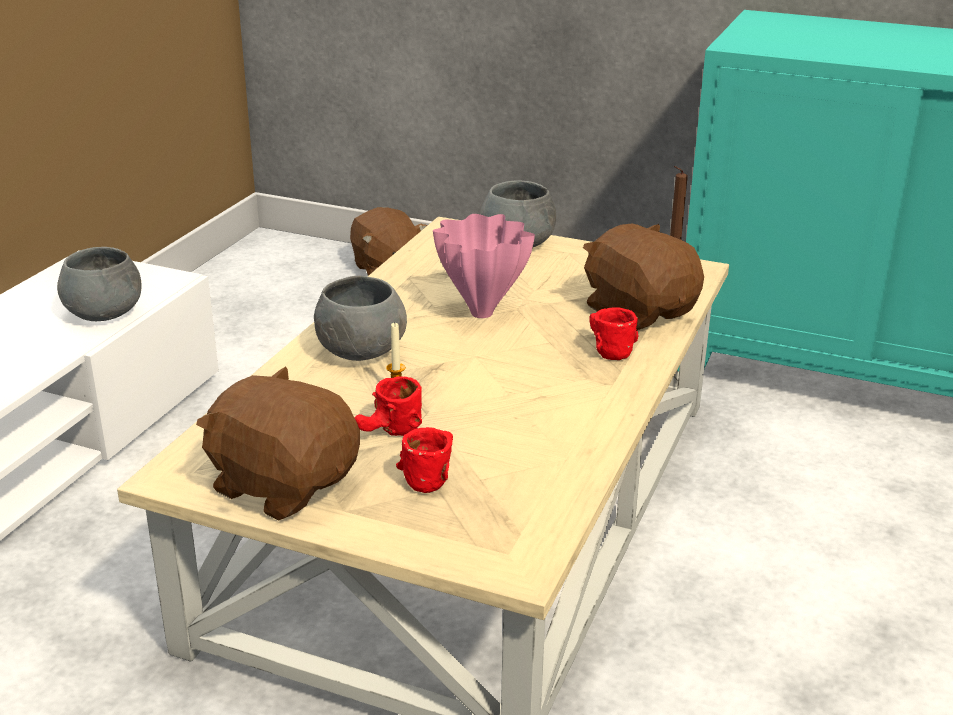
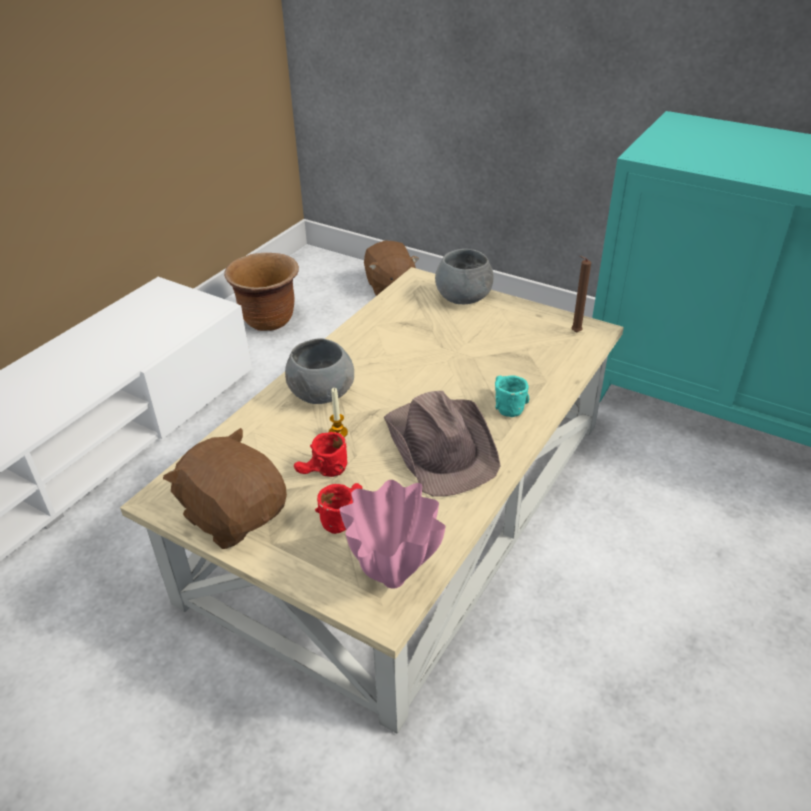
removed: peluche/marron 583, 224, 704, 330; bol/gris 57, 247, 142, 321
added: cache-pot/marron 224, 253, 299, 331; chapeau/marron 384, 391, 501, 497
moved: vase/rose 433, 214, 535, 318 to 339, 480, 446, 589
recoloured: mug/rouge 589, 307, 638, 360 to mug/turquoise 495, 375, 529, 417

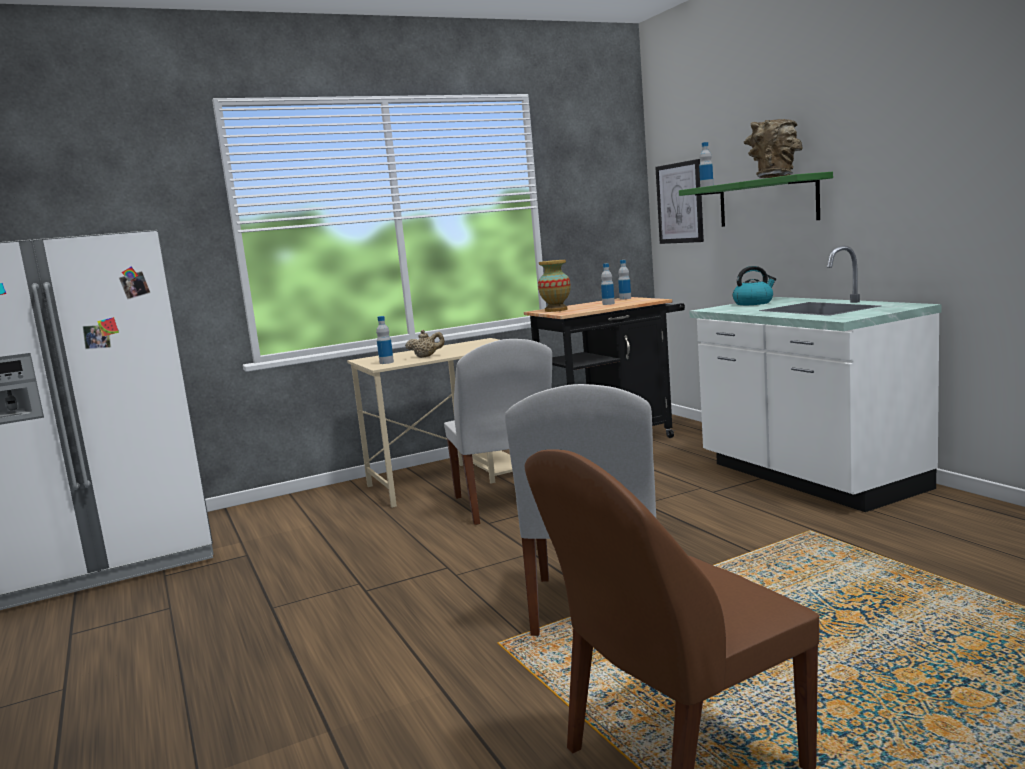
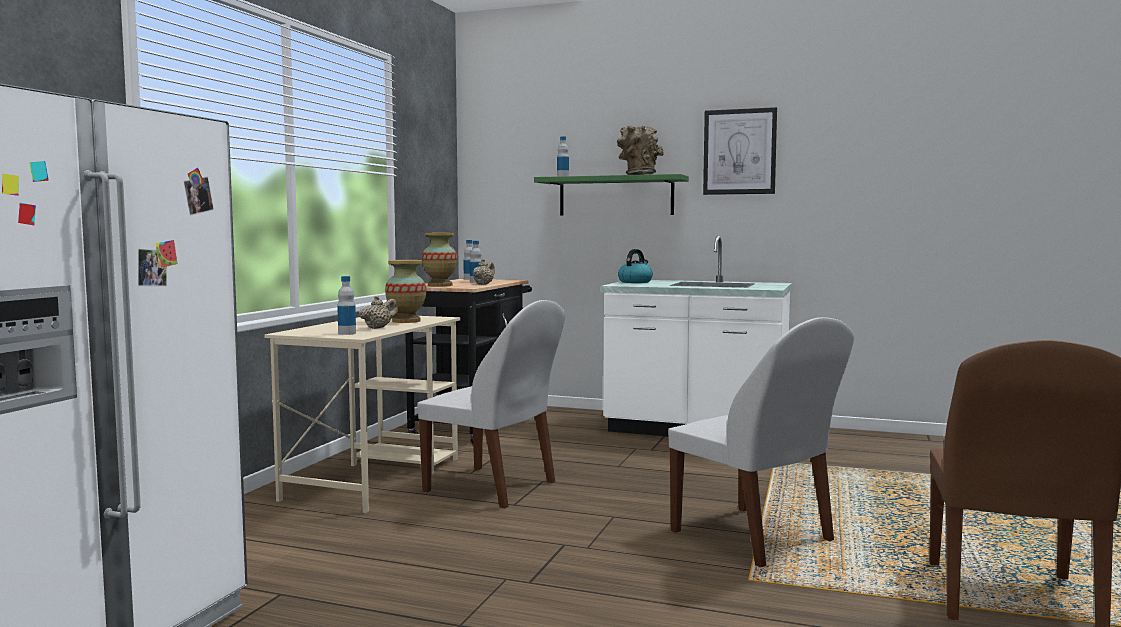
added: théière/beige 473, 259, 495, 285; vase 385, 260, 426, 323
moved: tableau 655, 159, 704, 244 to 703, 107, 777, 195

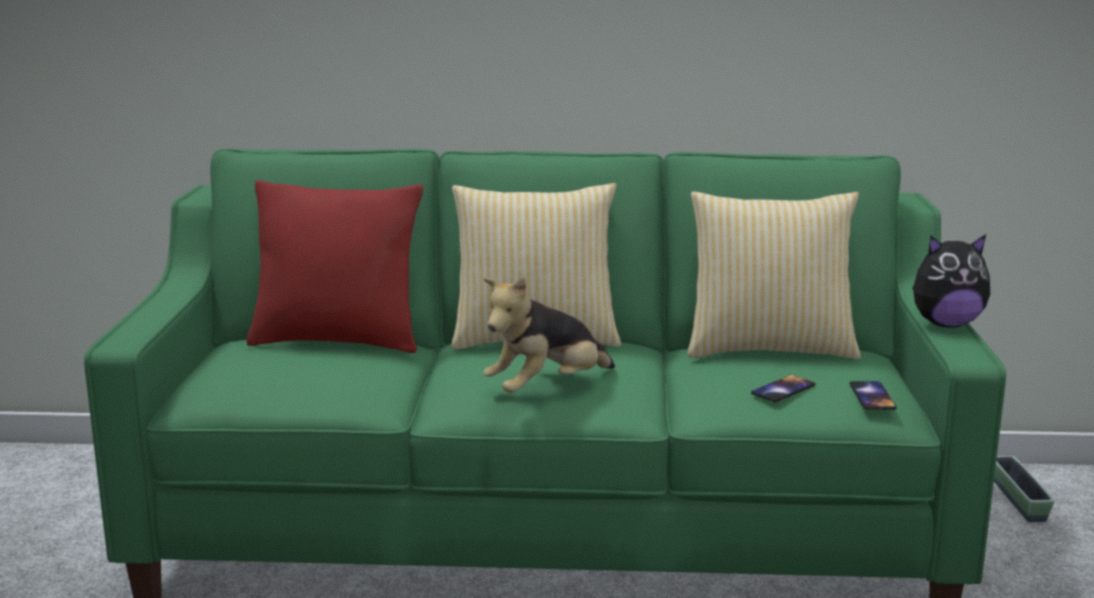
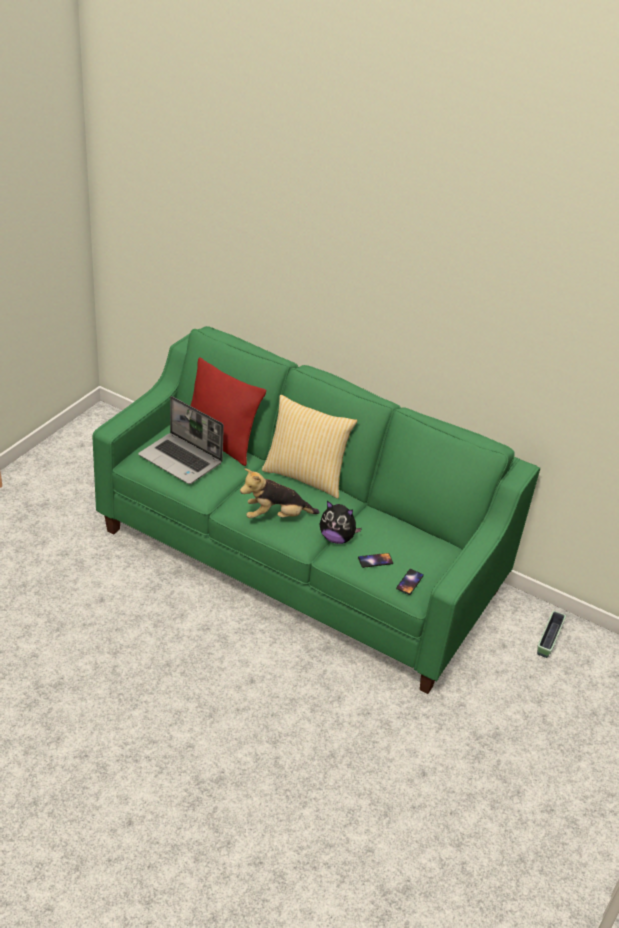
removed: coussin 688, 192, 861, 359
added: ordinateur portable 138, 396, 224, 484
moved: peluche 912, 235, 990, 328 to 320, 501, 362, 544

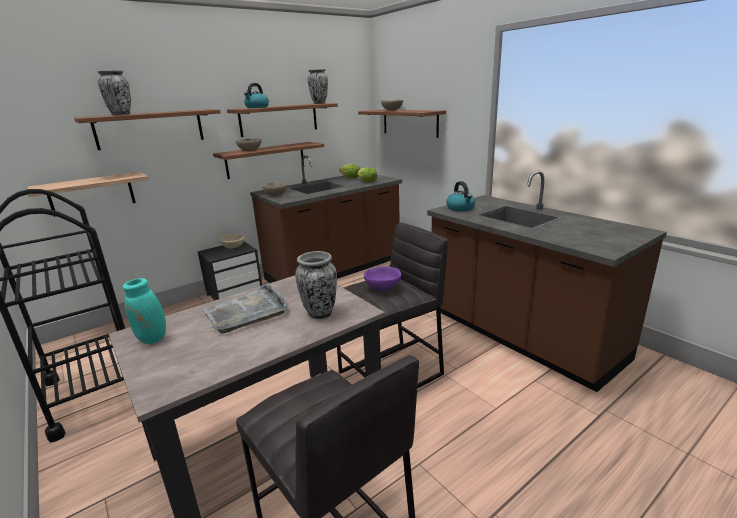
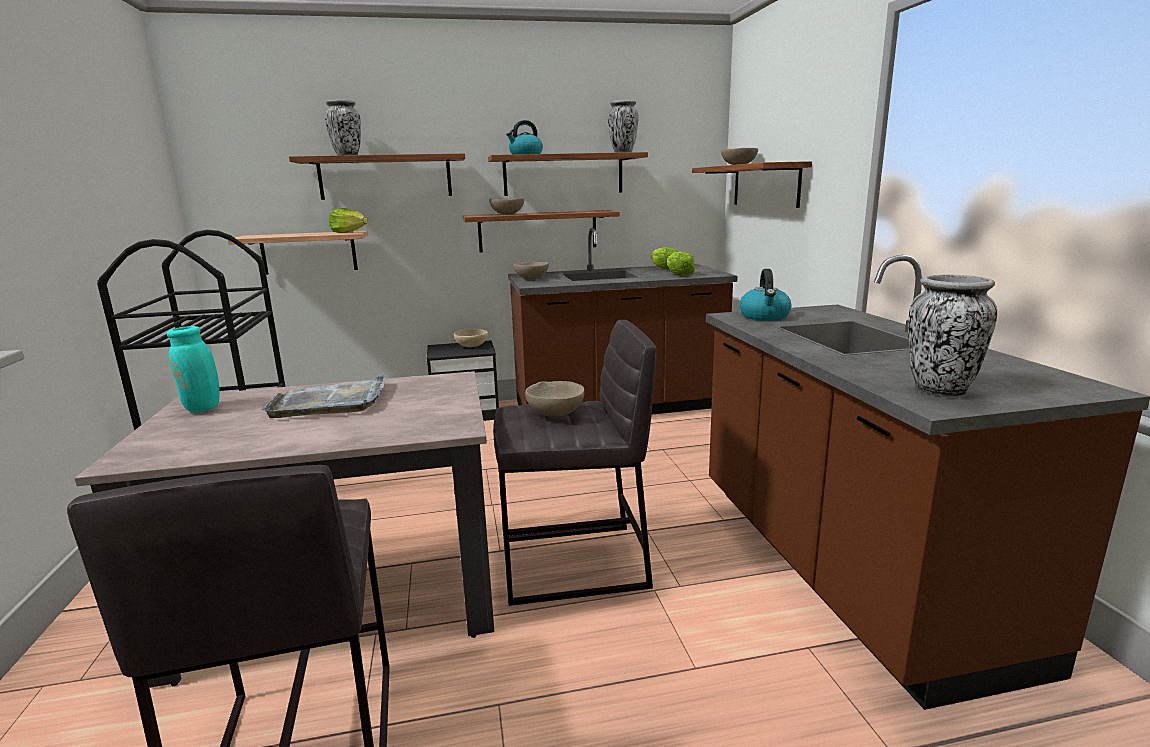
added: laitue 329, 208, 368, 233
moved: vase 295, 251, 337, 319 to 908, 275, 997, 397
recoloured: bol/violet 364, 266, 401, 291 to bol/beige 525, 381, 585, 417

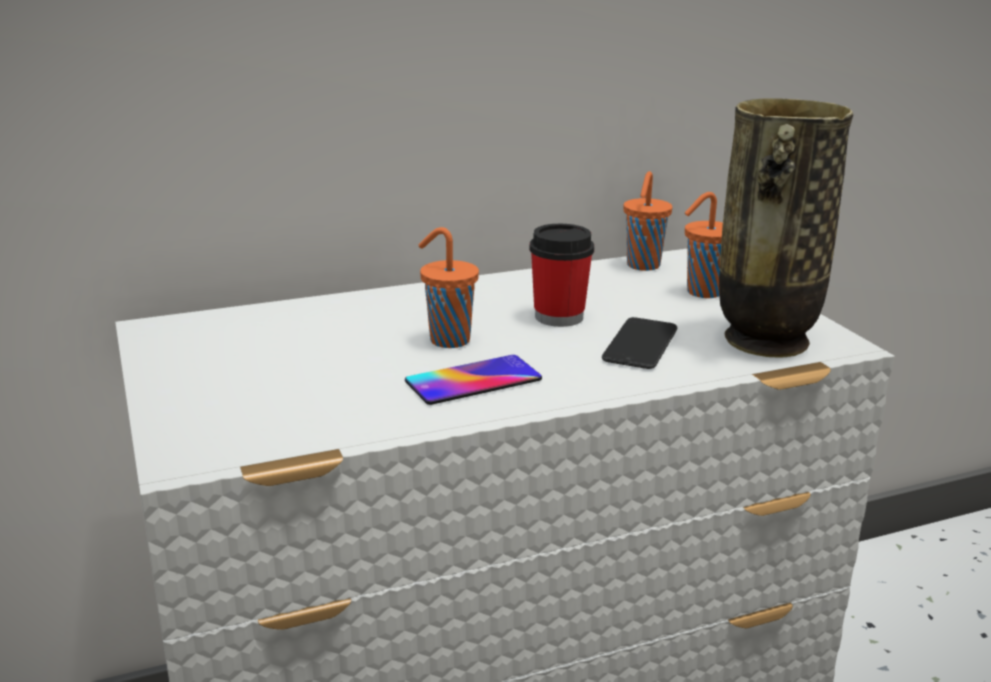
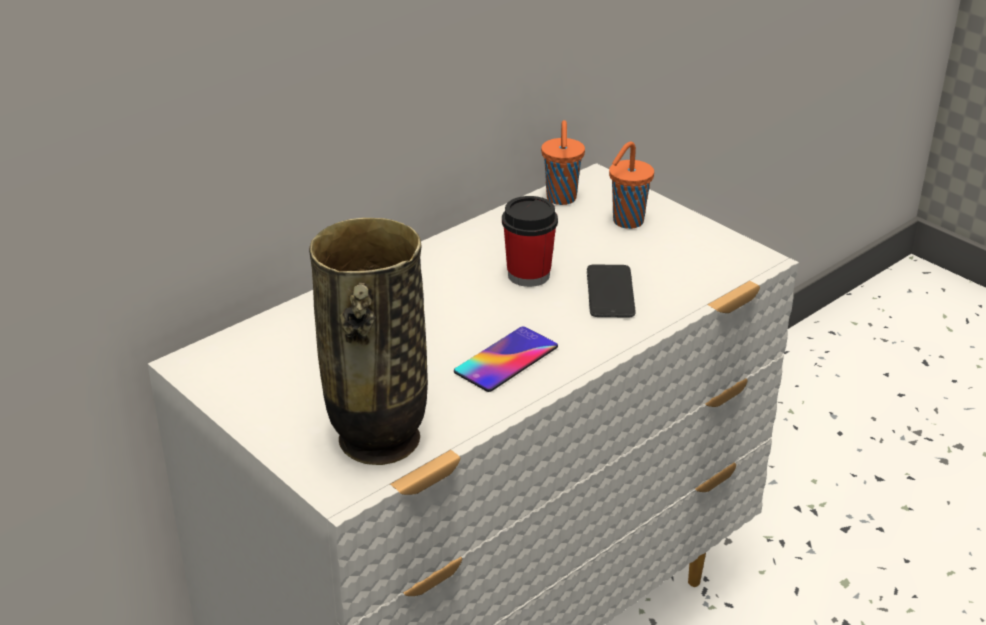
removed: tasse/orange 419, 227, 479, 348
moved: vase 719, 98, 853, 358 to 309, 218, 428, 465

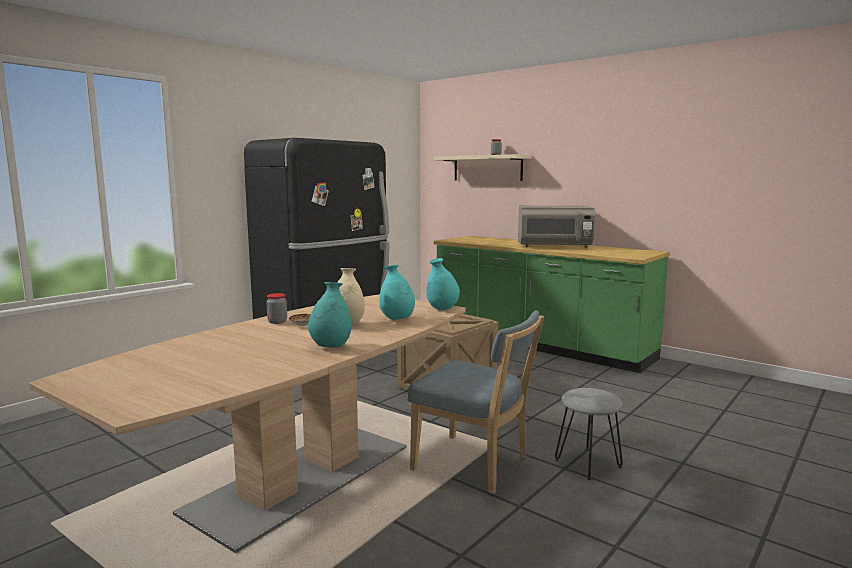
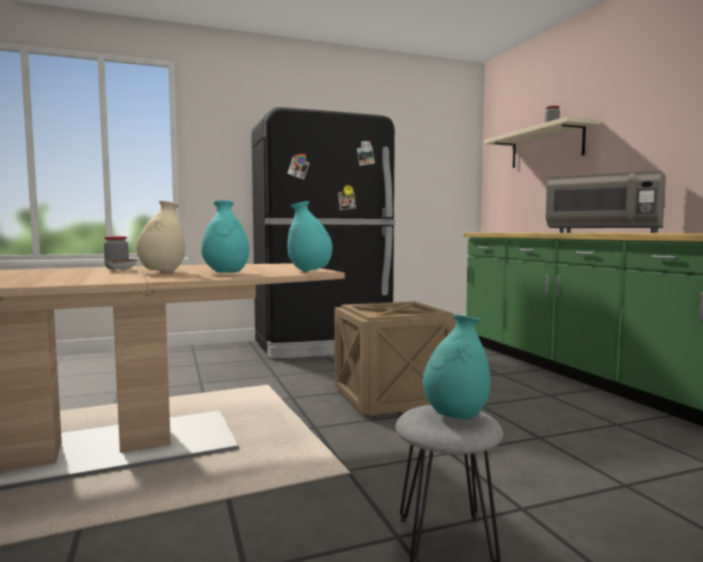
removed: chaise/bleu 408, 310, 544, 494
moved: vase/turquoise 308, 282, 351, 348 to 422, 314, 490, 419

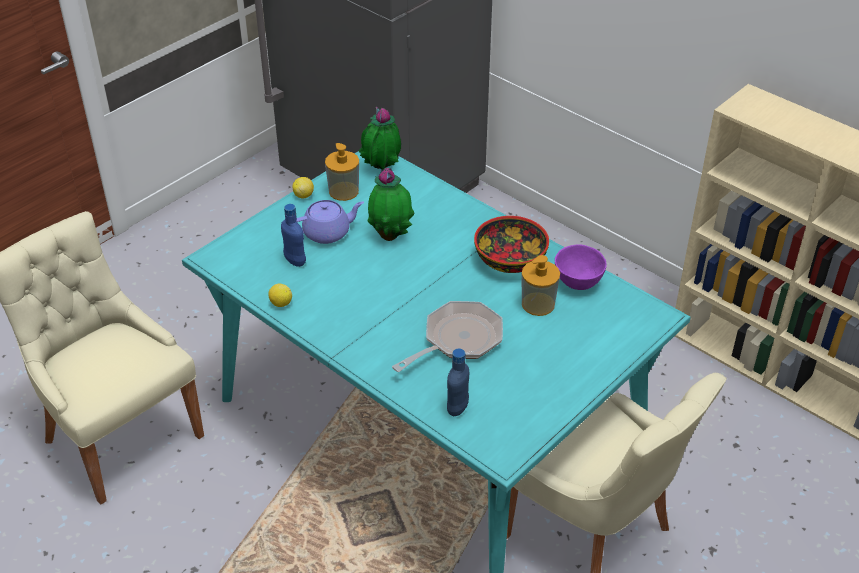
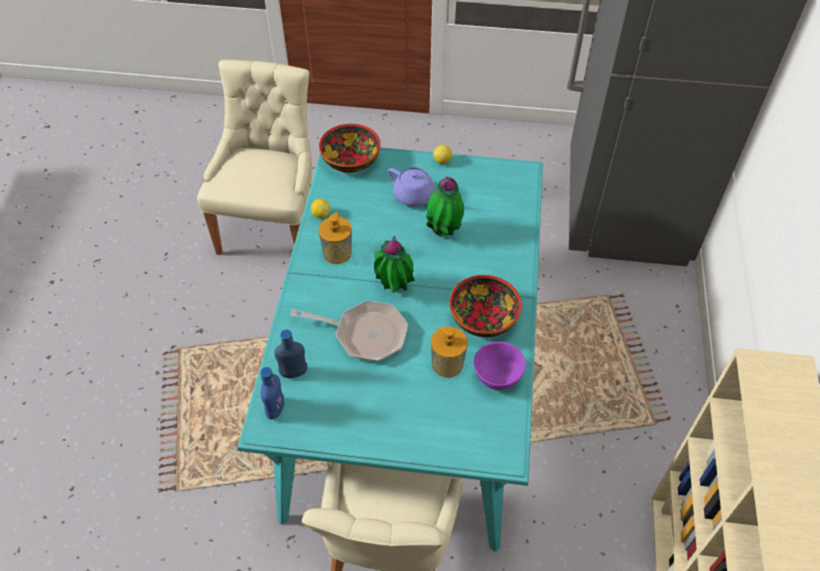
added: bol 319, 124, 381, 173
moved: plante en pot 358, 107, 401, 170 to 374, 235, 415, 293; distributeur de savon 325, 143, 359, 201 to 318, 212, 352, 264; bouteille/bleu 281, 204, 306, 267 to 260, 367, 284, 419

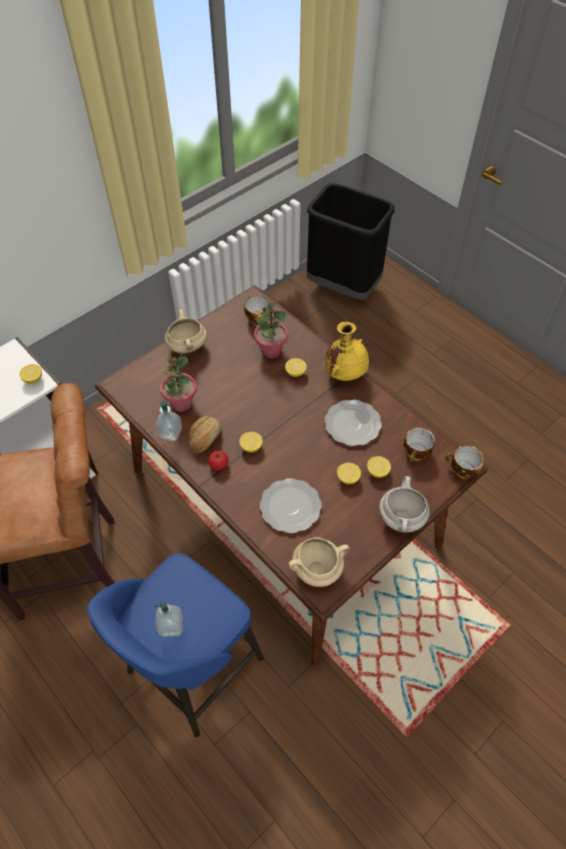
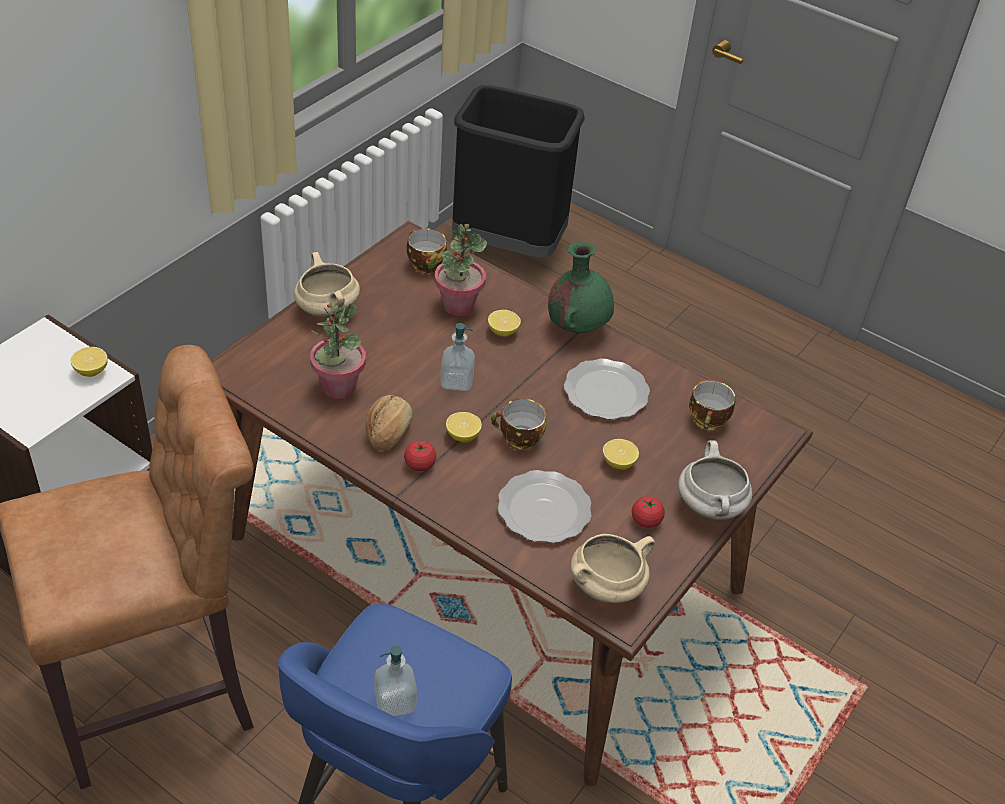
removed: citron 367, 456, 391, 478
added: tomate 632, 496, 665, 528
moved: distributeur de savon 156, 401, 182, 441 to 440, 323, 475, 391; tasse 445, 445, 484, 479 to 491, 399, 547, 450
recoloured: vase/jaune 325, 322, 369, 381 to vase/vert 548, 242, 614, 333

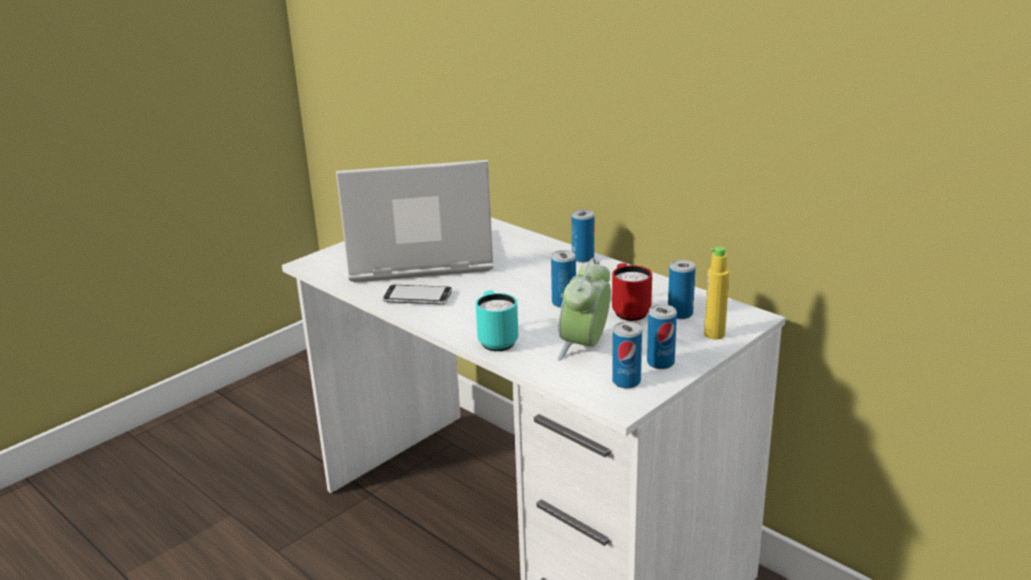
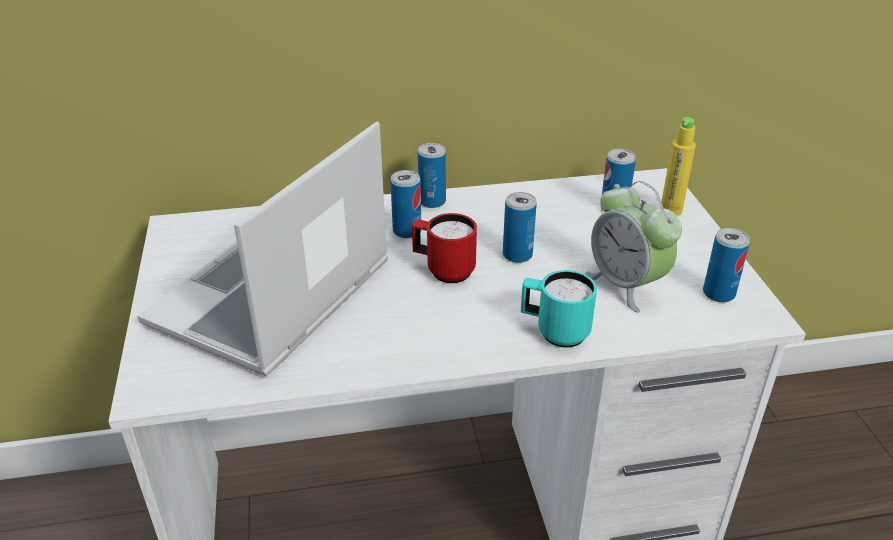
removed: téléphone 383, 285, 452, 304
moved: mug/rouge 612, 263, 652, 321 to 412, 213, 477, 283; boîte métallique 647, 304, 677, 369 to 390, 170, 422, 238

